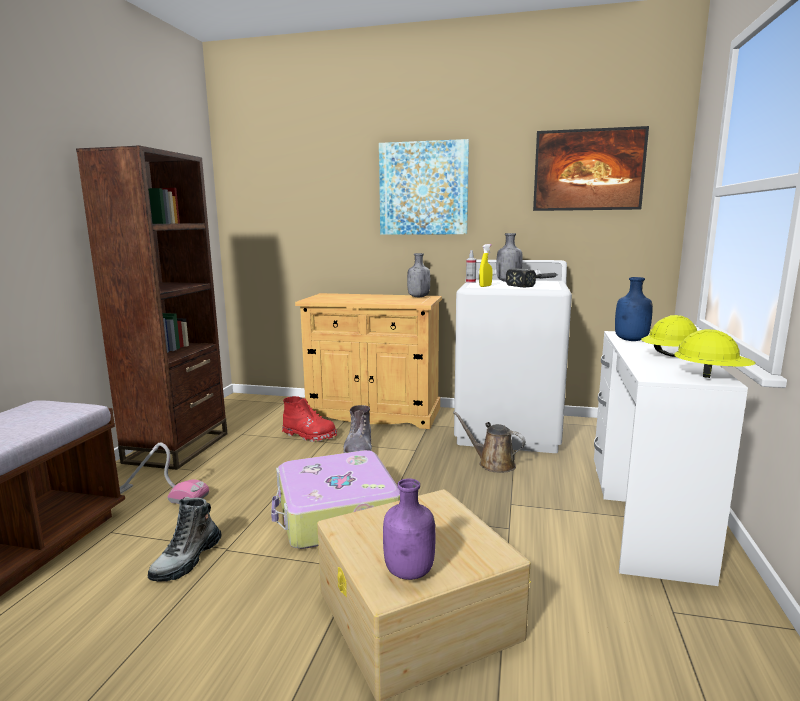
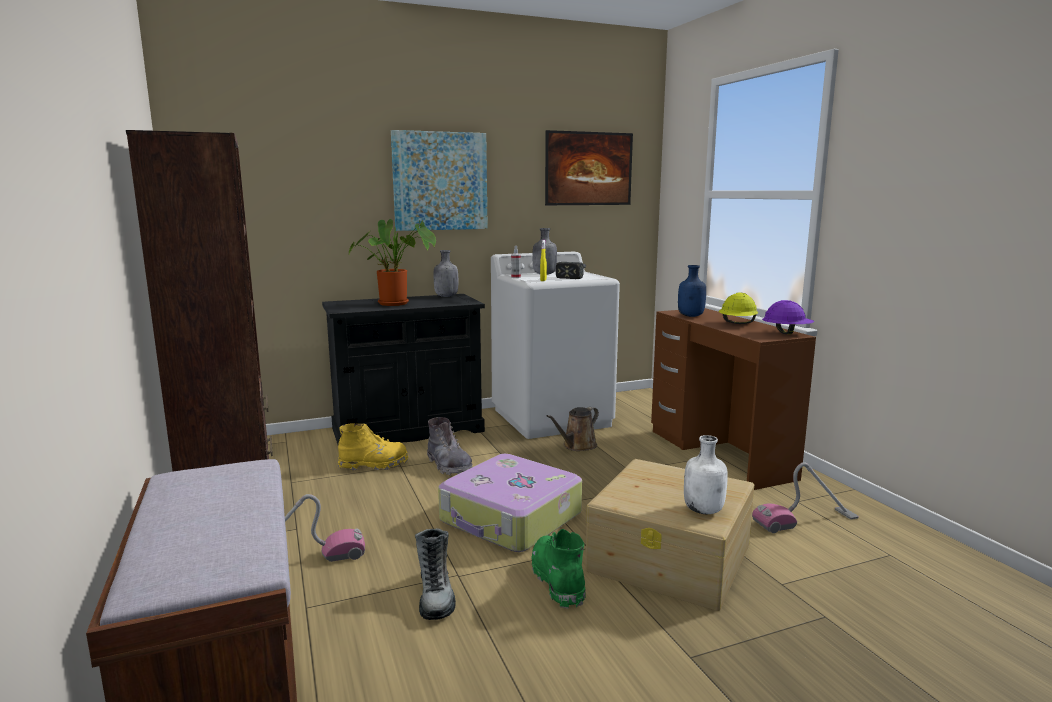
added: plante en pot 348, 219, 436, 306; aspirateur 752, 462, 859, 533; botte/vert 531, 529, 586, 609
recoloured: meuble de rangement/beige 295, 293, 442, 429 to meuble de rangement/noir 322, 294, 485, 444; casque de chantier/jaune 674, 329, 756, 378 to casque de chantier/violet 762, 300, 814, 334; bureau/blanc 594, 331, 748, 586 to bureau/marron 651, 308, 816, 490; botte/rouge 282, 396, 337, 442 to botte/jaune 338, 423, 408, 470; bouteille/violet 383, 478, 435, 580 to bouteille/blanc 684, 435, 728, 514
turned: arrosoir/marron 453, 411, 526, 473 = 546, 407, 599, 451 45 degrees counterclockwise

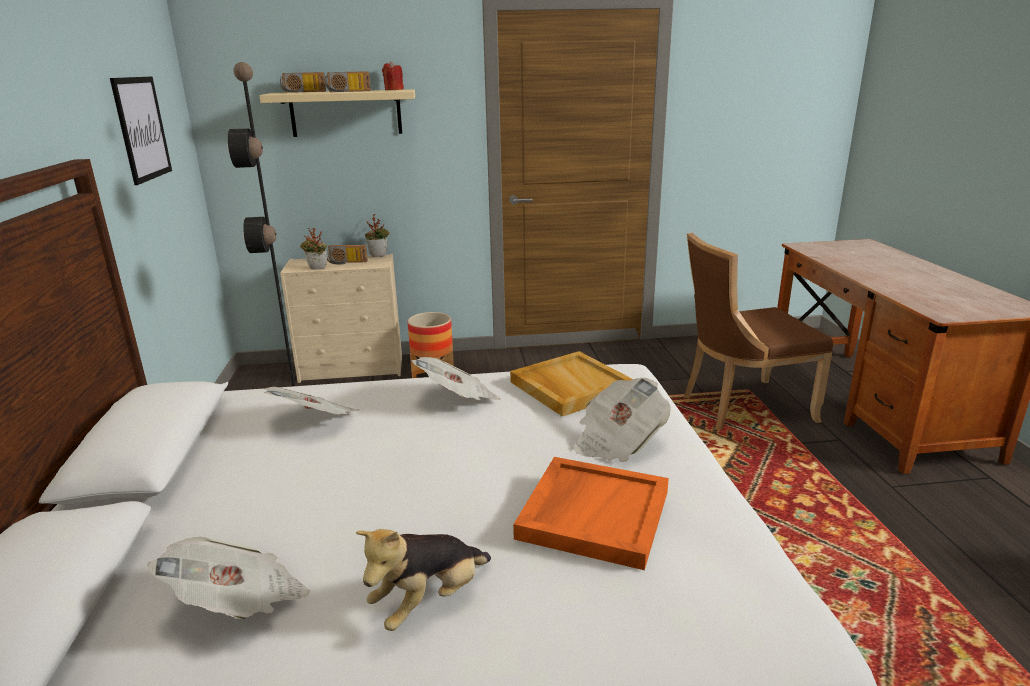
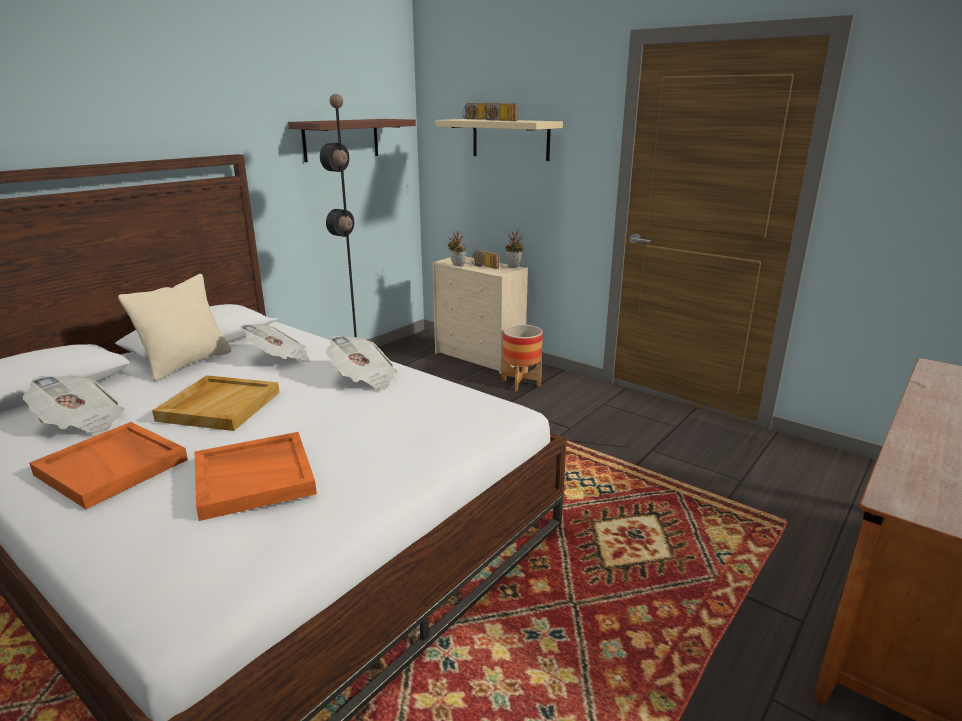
removed: bougie/rouge 382, 61, 404, 90; chaise/marron 684, 233, 833, 431; journal 574, 378, 670, 462
added: coussin/beige 118, 274, 231, 381
moved: plateau/beige 510, 351, 633, 417 to 152, 375, 280, 431
replaced: tableau 110, 76, 172, 185 to étagère/marron 288, 119, 416, 162; peluche 356, 529, 491, 631 to plateau/orange 29, 422, 188, 509

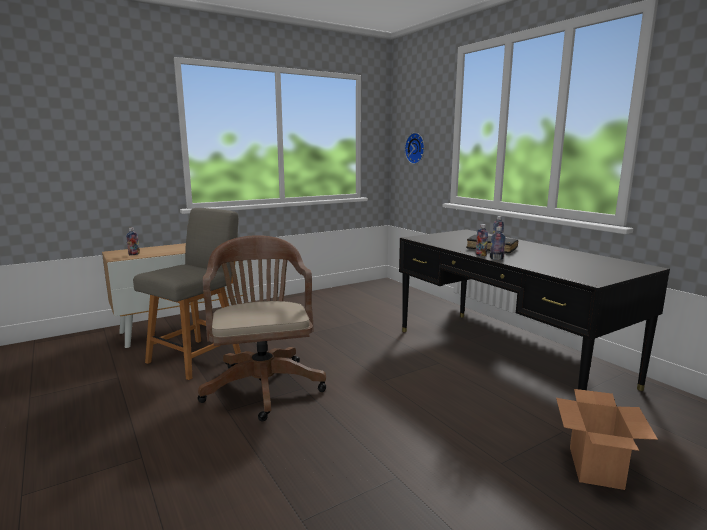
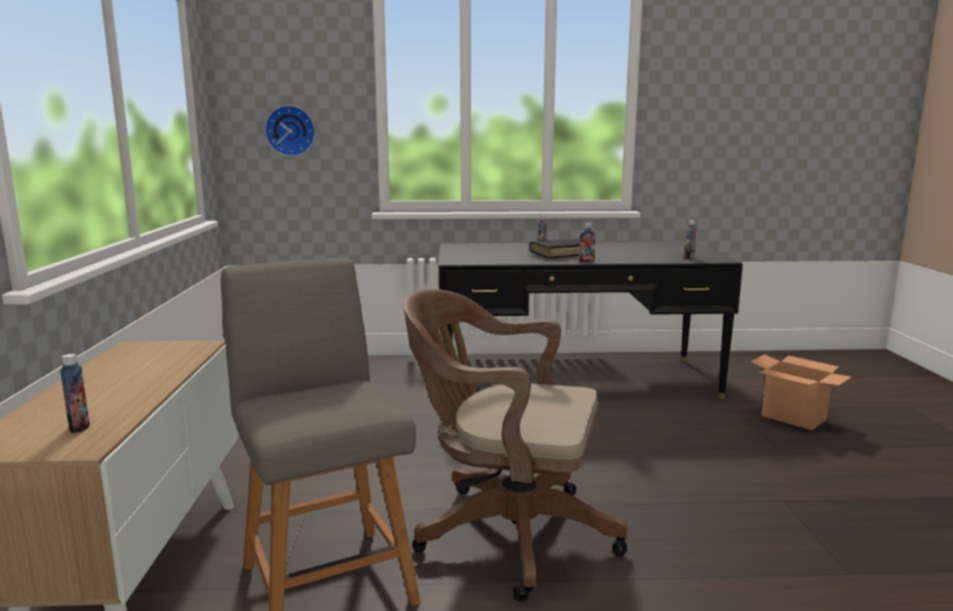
moved: bouteille 490, 227, 506, 260 to 684, 220, 697, 259

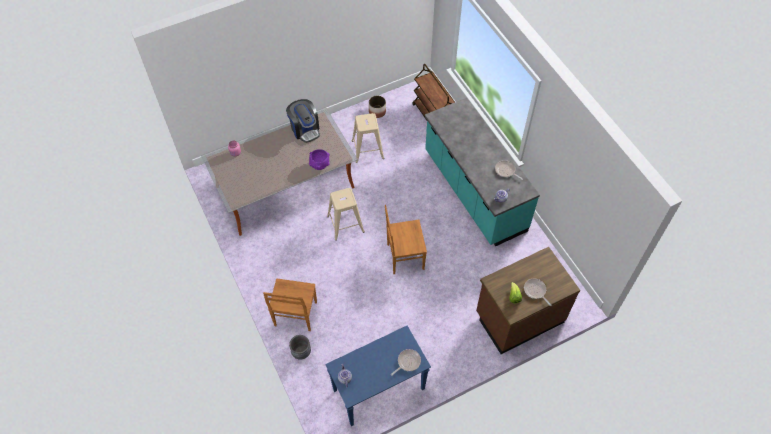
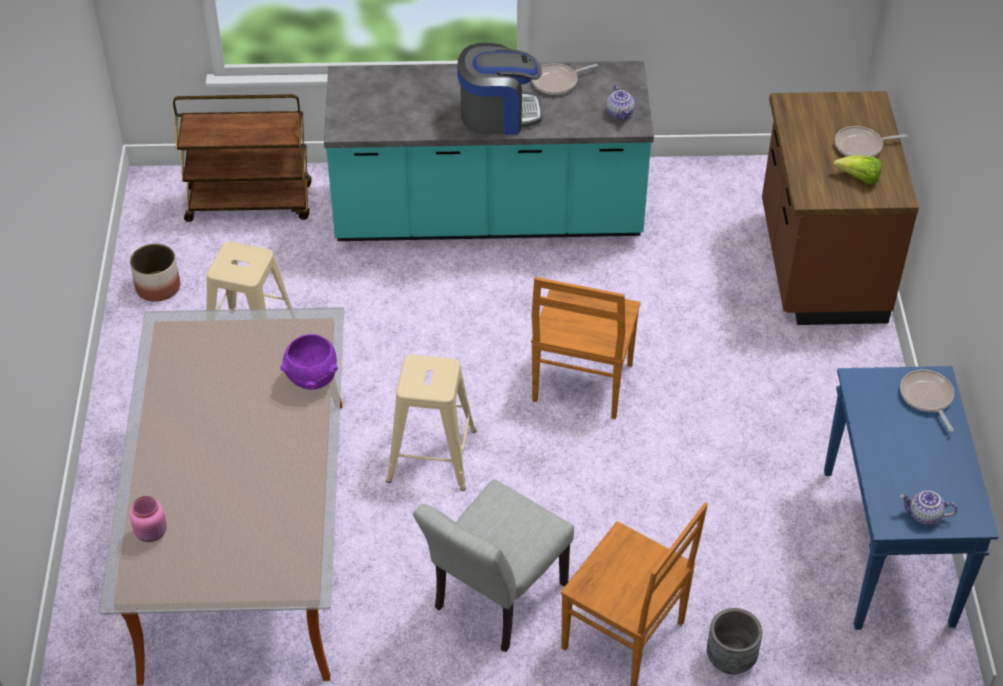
added: chaise/gris 413, 479, 574, 652
moved: machine à café 286, 99, 320, 143 to 457, 43, 543, 135

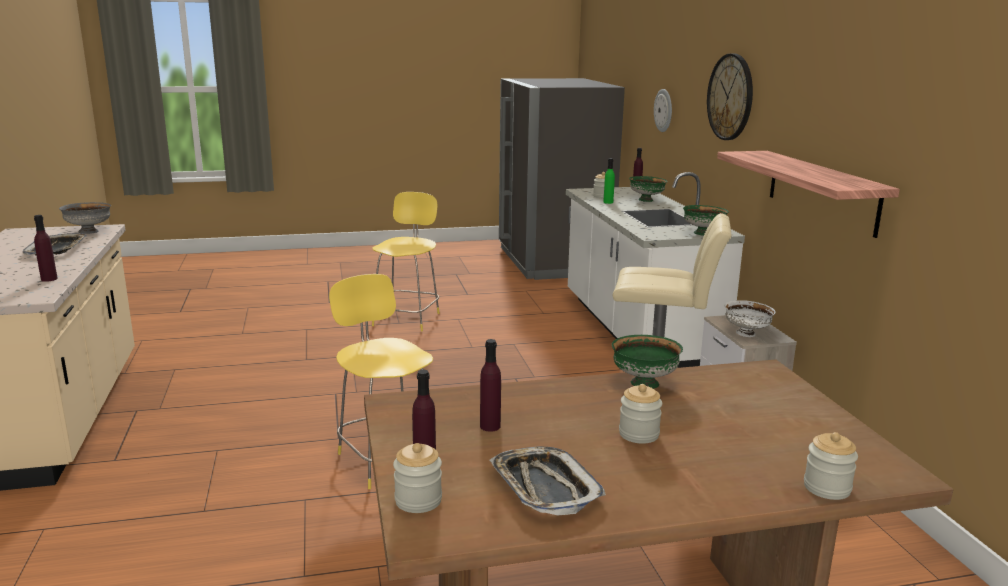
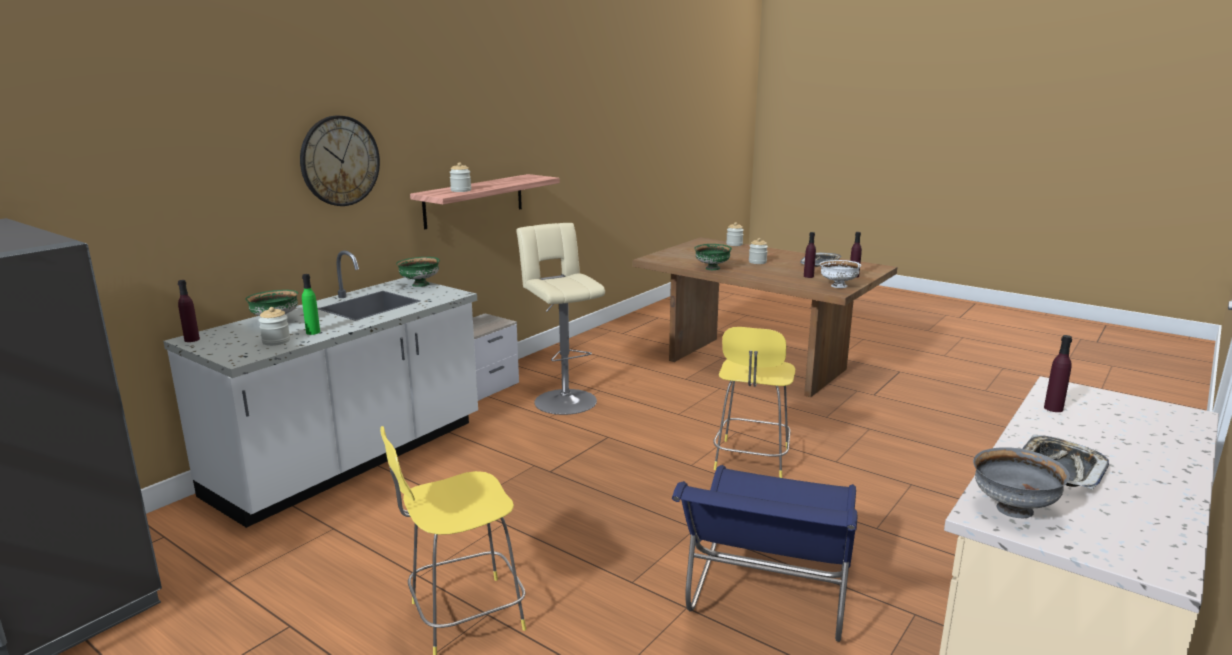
removed: horloge murale 654, 89, 672, 132
added: chaise/bleu 672, 465, 857, 642
moved: bol/blanc 725, 300, 776, 337 to 820, 260, 861, 288; bocal 393, 443, 442, 513 to 449, 162, 471, 192

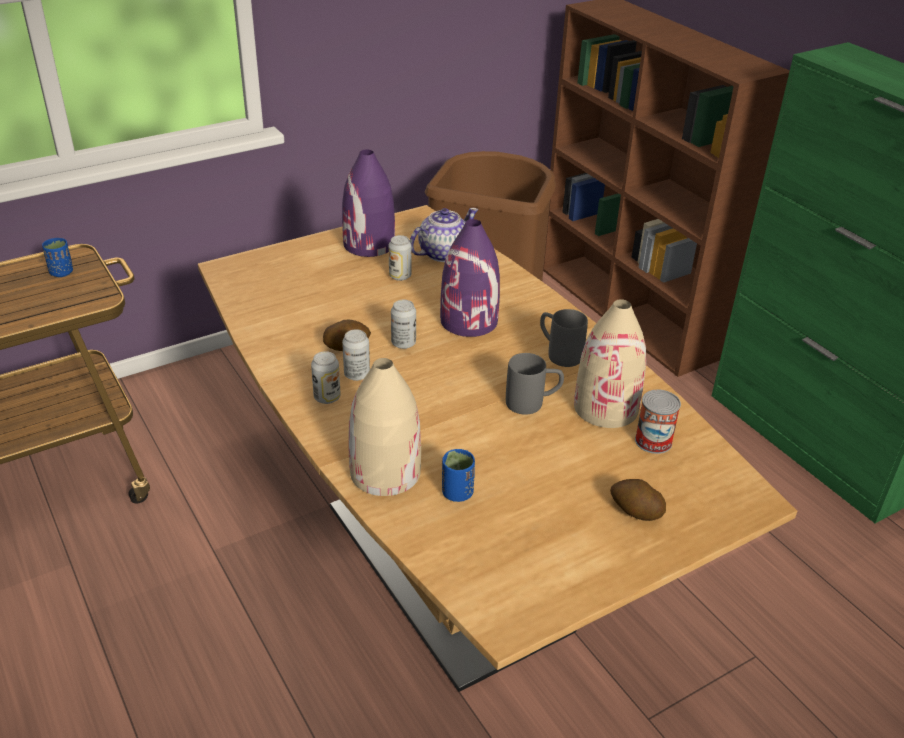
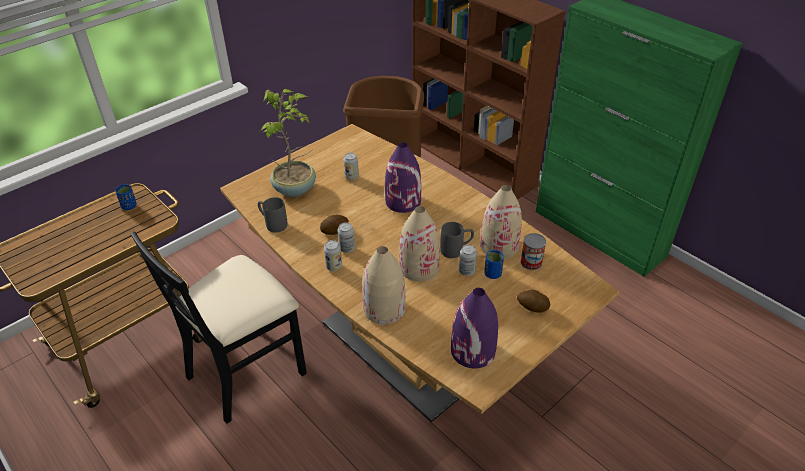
removed: théière 410, 208, 478, 262
added: plante en pot 260, 89, 316, 197; vase/beige 399, 206, 440, 282; chaise/noir 131, 232, 307, 424
moved: vase/violet 342, 150, 395, 257 to 451, 288, 498, 368; boîte métallique 391, 300, 416, 349 to 459, 245, 477, 276; mug/gris 540, 309, 588, 367 to 258, 197, 288, 233; tasse/bleu 442, 449, 475, 502 to 484, 250, 504, 279

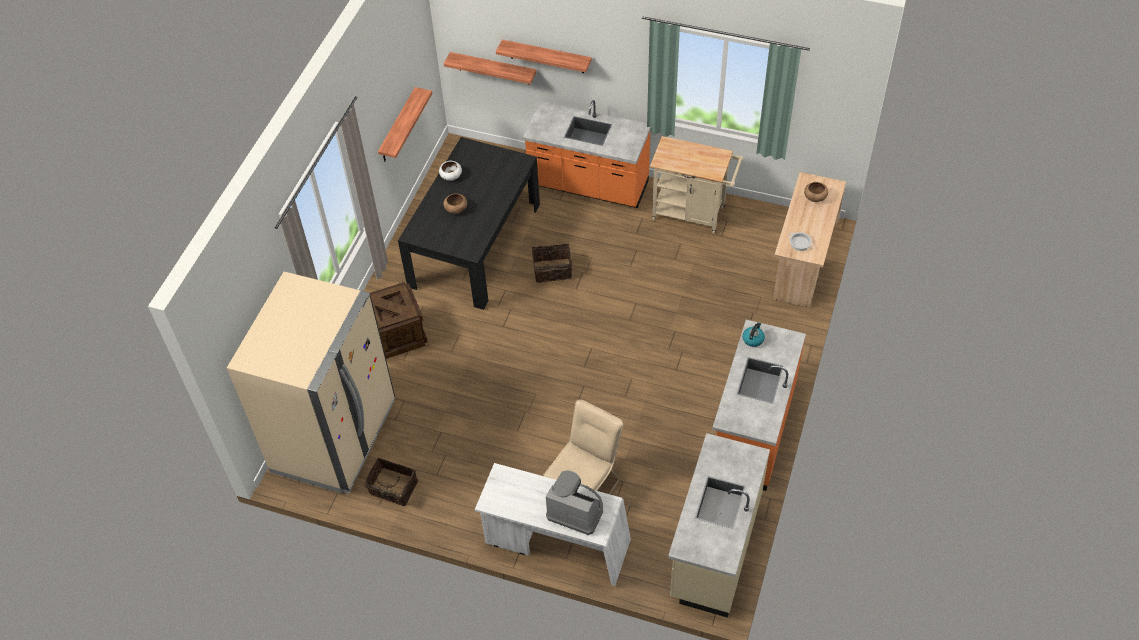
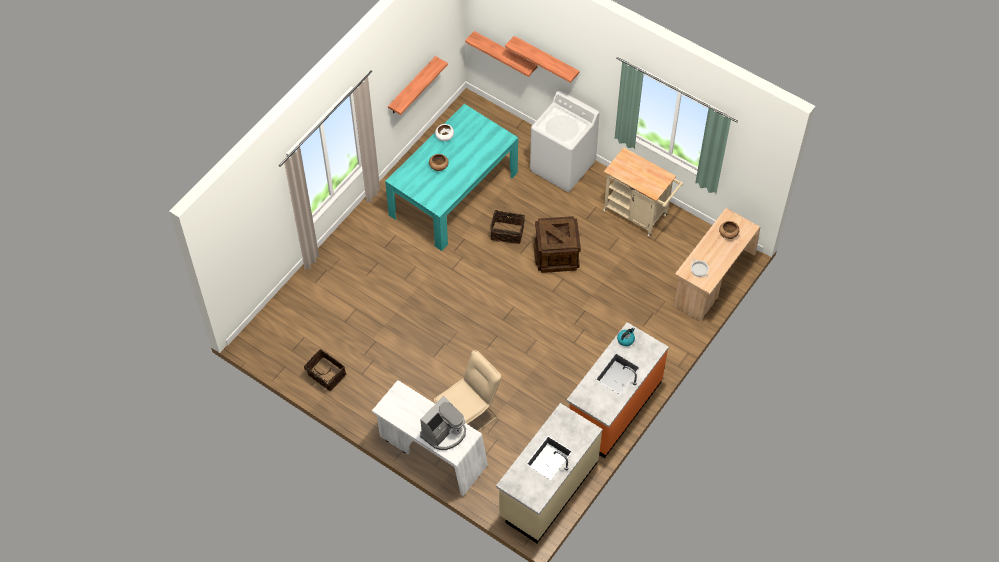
removed: réfrigérateur/beige 227, 271, 395, 494
moved: caisse 370, 282, 428, 359 to 534, 216, 581, 273
replaced: comptoir de cuisine/orange 523, 100, 650, 208 to lave-linge/blanc 530, 90, 600, 192
recoloured: table à manger/noir 398, 137, 540, 310 to table à manger/turquoise 385, 104, 518, 251
turned: machine à café 546, 470, 603, 535 = 420, 396, 466, 450 90 degrees clockwise

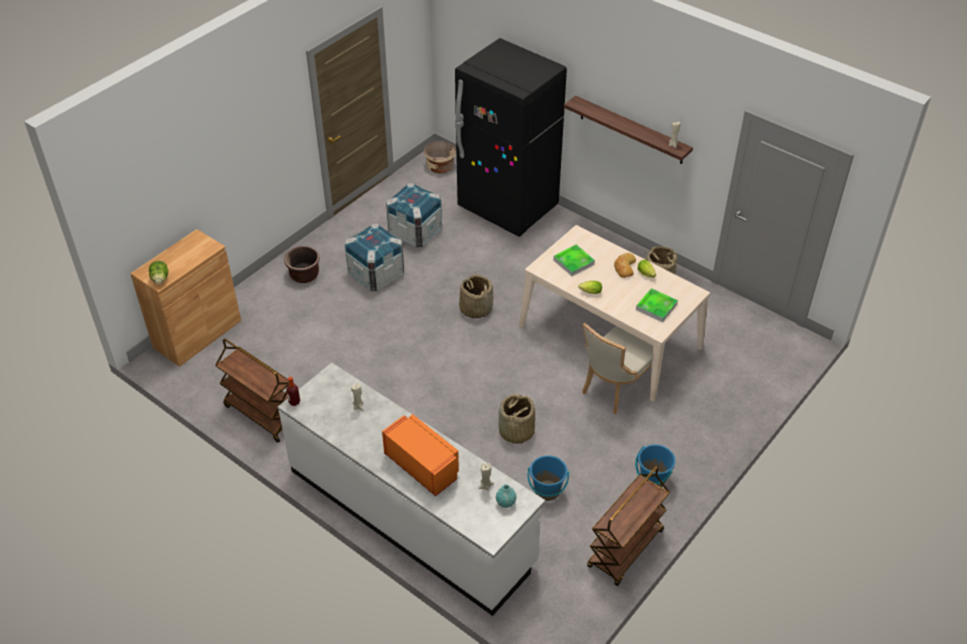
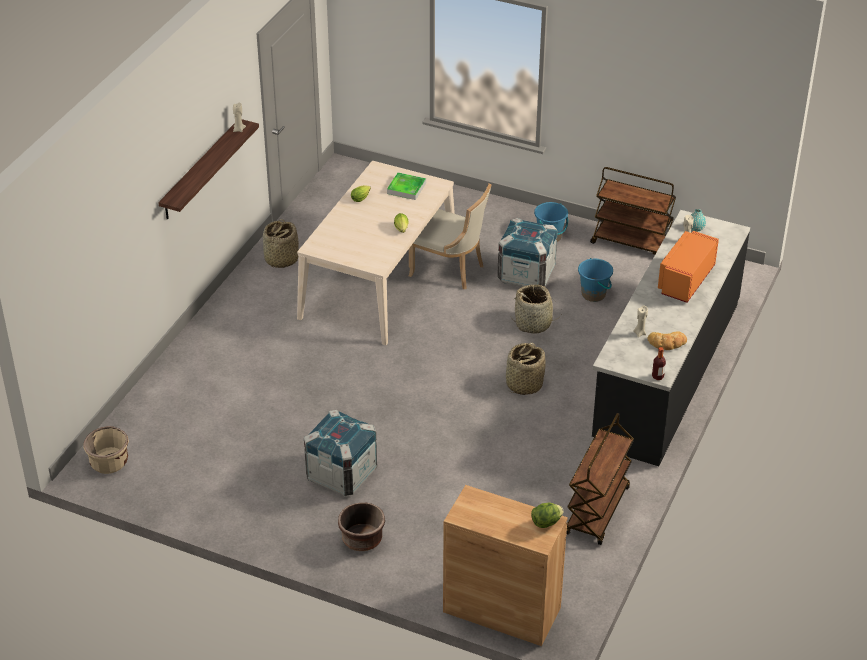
removed: réfrigérateur/noir 455, 38, 567, 237; plateau 553, 245, 595, 276
moved: caisse 386, 183, 442, 248 to 497, 218, 558, 287; pain 614, 253, 636, 278 to 647, 331, 687, 350; panier 459, 275, 493, 318 to 506, 343, 545, 395
recoloured: comptoir de cuisine/blanc 278, 363, 545, 616 to comptoir de cuisine/noir 592, 210, 750, 466

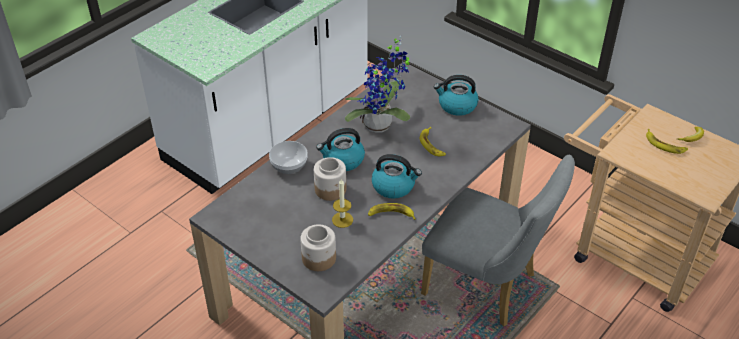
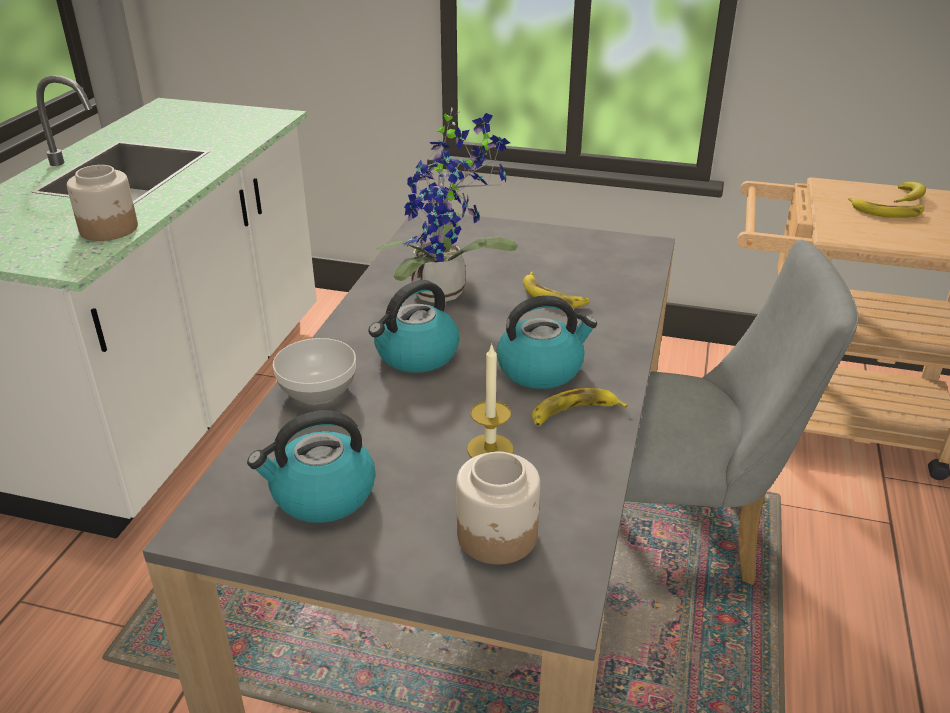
moved: bouilloire 434, 75, 479, 116 to 247, 410, 376, 523; bocal 314, 157, 346, 201 to 67, 165, 138, 241

